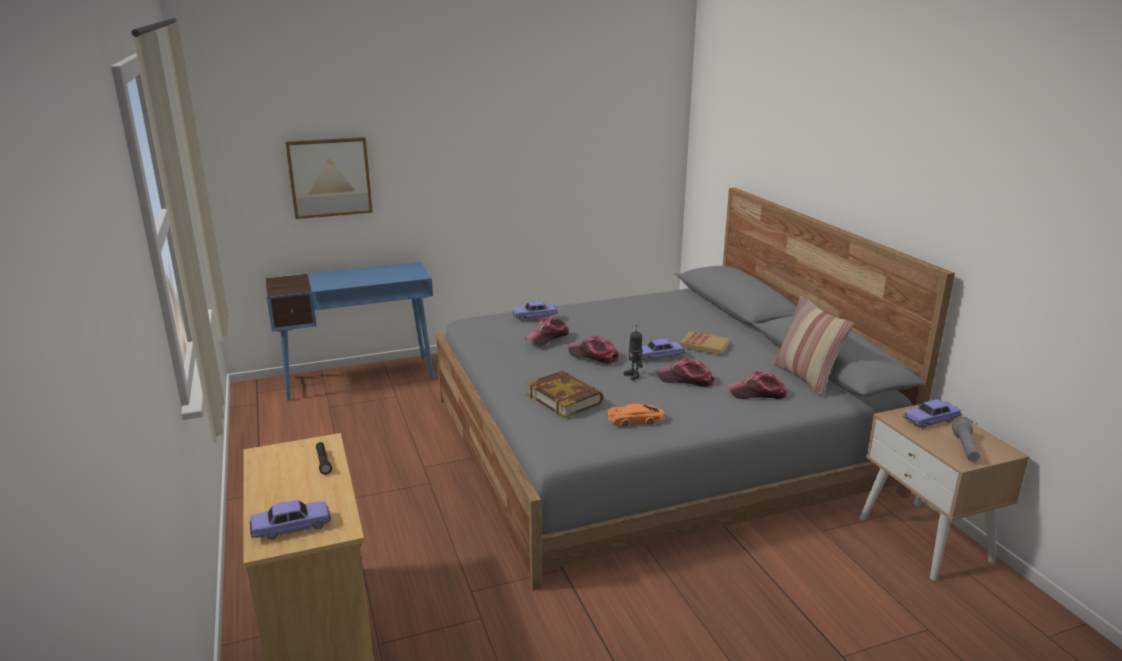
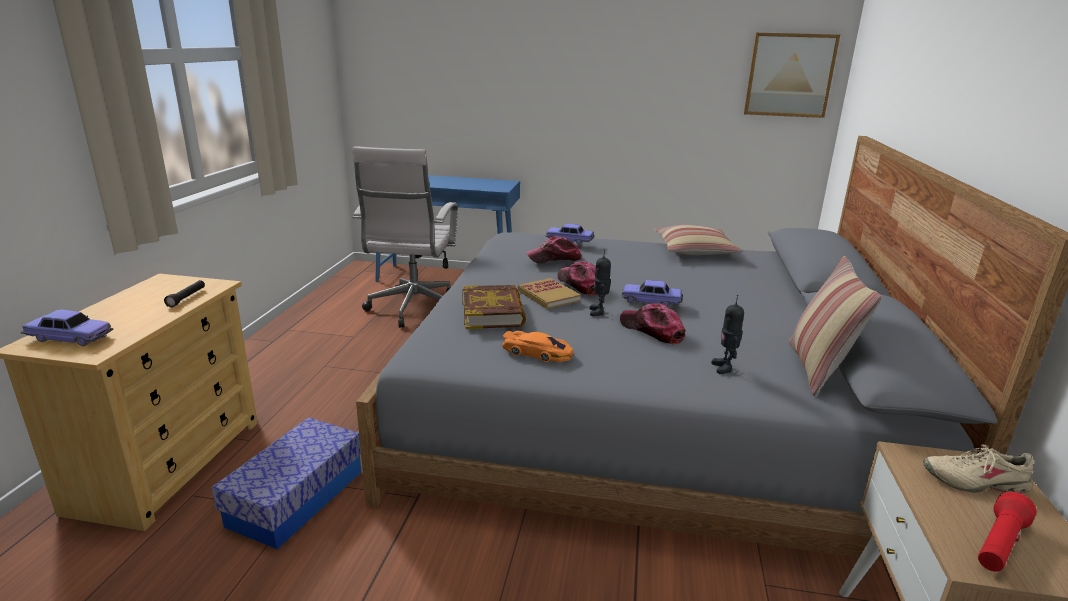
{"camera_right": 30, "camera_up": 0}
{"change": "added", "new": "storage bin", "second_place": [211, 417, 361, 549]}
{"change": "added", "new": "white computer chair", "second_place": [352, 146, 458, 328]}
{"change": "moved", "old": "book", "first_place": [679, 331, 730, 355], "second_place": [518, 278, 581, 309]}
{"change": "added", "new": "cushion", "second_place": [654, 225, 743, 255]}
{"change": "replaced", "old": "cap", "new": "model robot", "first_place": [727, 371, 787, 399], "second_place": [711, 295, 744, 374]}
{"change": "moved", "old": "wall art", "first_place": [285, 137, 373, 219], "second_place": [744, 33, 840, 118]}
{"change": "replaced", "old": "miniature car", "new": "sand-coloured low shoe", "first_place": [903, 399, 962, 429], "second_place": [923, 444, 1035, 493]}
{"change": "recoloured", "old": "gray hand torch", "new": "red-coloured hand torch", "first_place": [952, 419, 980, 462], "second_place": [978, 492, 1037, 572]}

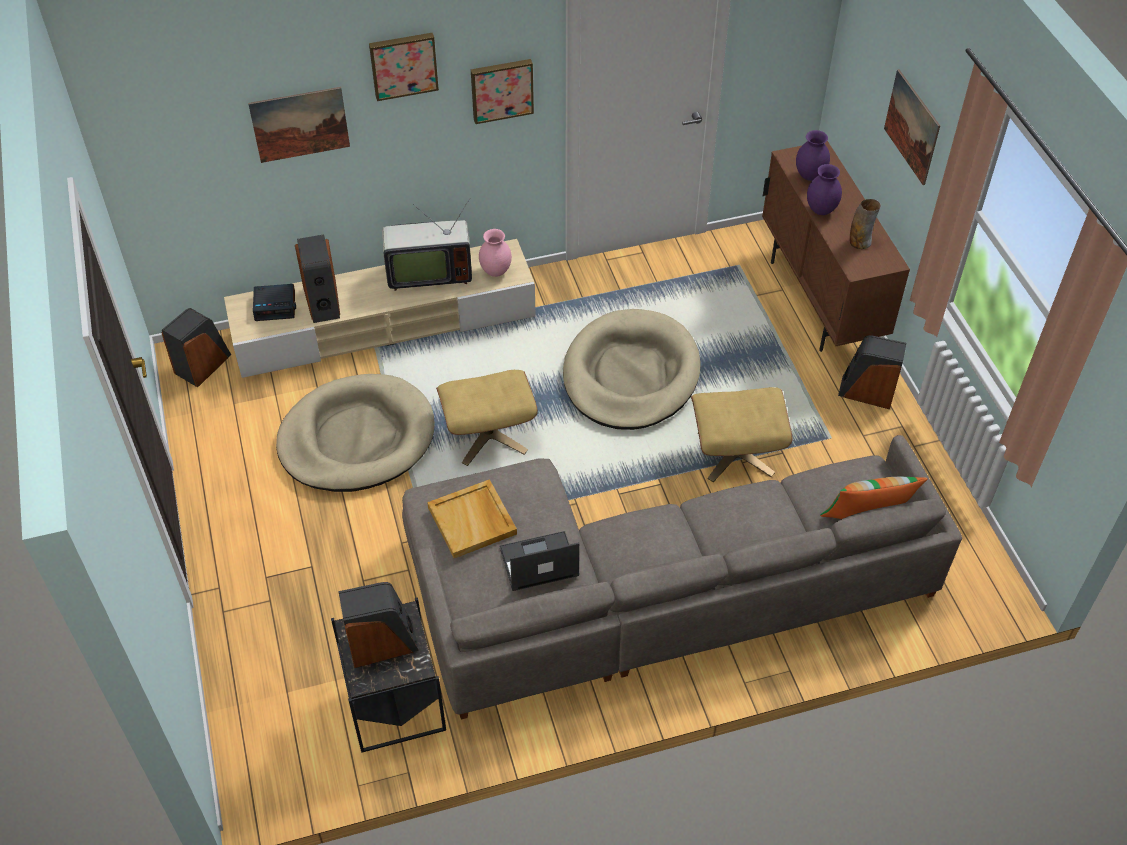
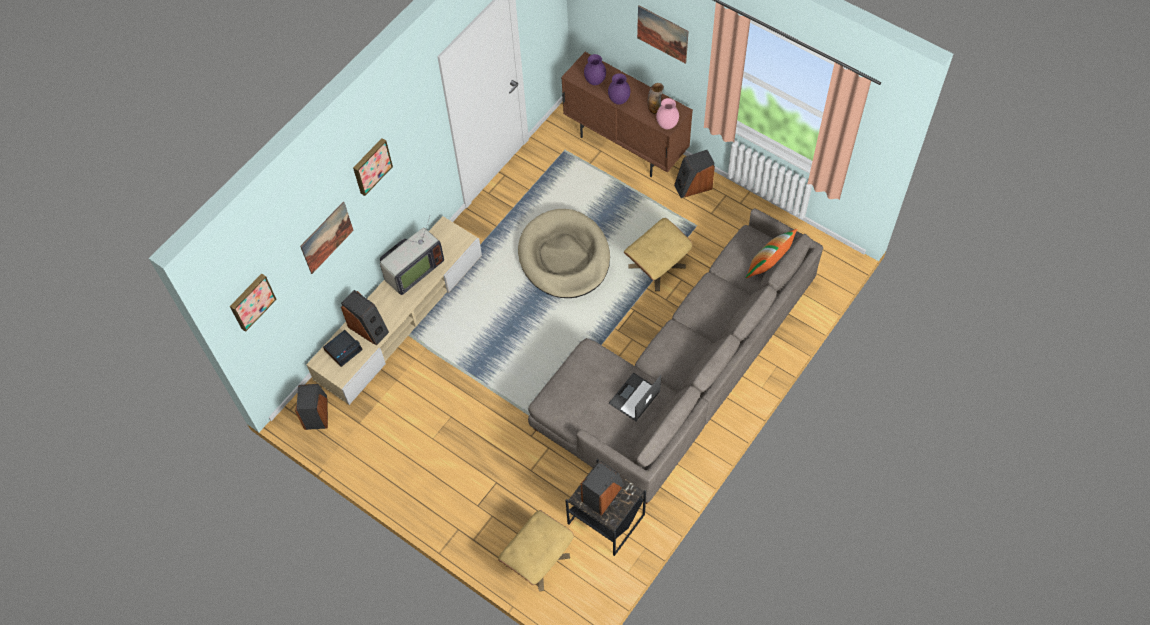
{"camera_right": -35, "camera_up": 10}
{"change": "moved", "old": "wall art", "first_place": [471, 59, 534, 124], "second_place": [230, 274, 277, 332]}
{"change": "moved", "old": "sand-coloured ottoman", "first_place": [436, 370, 538, 466], "second_place": [498, 510, 574, 591]}
{"change": "moved", "old": "pink-coloured flower vase", "first_place": [479, 229, 512, 277], "second_place": [656, 98, 679, 129]}
{"change": "removed", "old": "sand-coloured pet bed", "first_place": [276, 374, 435, 492]}
{"change": "removed", "old": "sand-coloured tray", "first_place": [427, 479, 517, 558]}

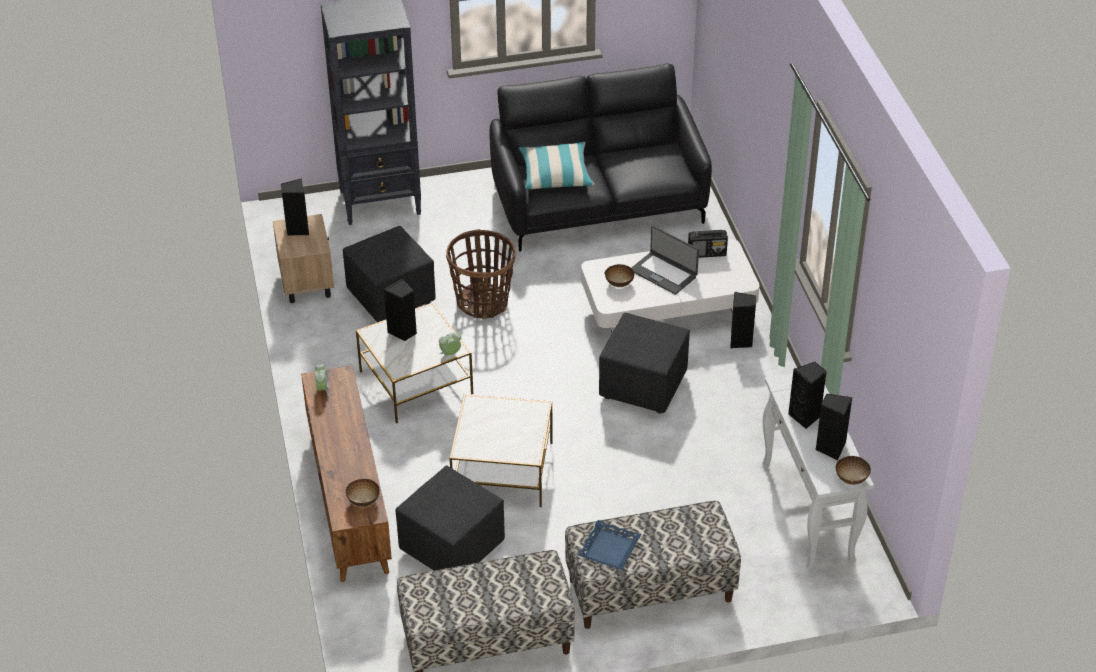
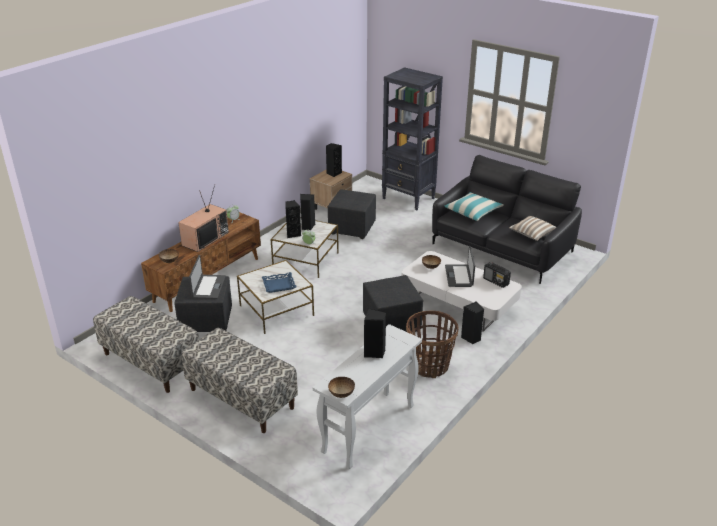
{"camera_right": 50, "camera_up": -10}
{"change": "added", "new": "TV", "second_place": [178, 184, 229, 252]}
{"change": "added", "new": "notebook computer", "second_place": [189, 255, 226, 299]}
{"change": "moved", "old": "blue-coloured tray", "first_place": [578, 520, 642, 570], "second_place": [262, 272, 297, 293]}
{"change": "moved", "old": "blackish audio speaker", "first_place": [815, 394, 852, 460], "second_place": [285, 200, 301, 238]}
{"change": "moved", "old": "basket", "first_place": [446, 229, 515, 319], "second_place": [406, 311, 458, 378]}
{"change": "added", "new": "cushion", "second_place": [509, 216, 556, 241]}

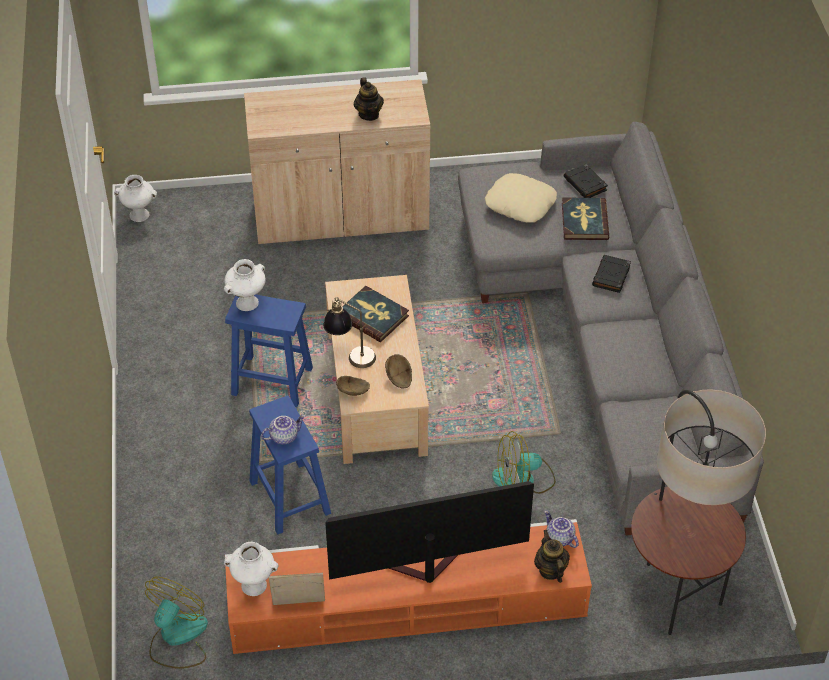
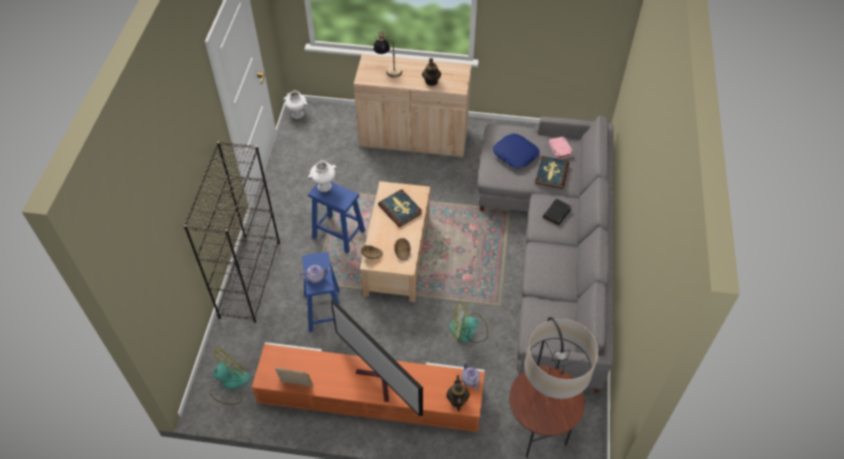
{"camera_right": 15, "camera_up": 5}
{"change": "added", "new": "blackish bookshelf", "second_place": [184, 141, 280, 323]}
{"change": "turned", "old": "TV", "first_place": [325, 481, 534, 583], "second_place": [331, 299, 423, 416], "degrees": -135}
{"change": "moved", "old": "lamp for a table", "first_place": [323, 297, 376, 368], "second_place": [373, 30, 402, 78]}
{"change": "recoloured", "old": "sand-coloured cushion", "new": "blue-coloured cushion", "first_place": [485, 173, 557, 222], "second_place": [493, 134, 540, 168]}
{"change": "recoloured", "old": "blackish book", "new": "pink-coloured book", "first_place": [563, 164, 608, 198], "second_place": [548, 136, 574, 159]}
{"change": "removed", "old": "white flower vase", "first_place": [224, 542, 278, 596]}

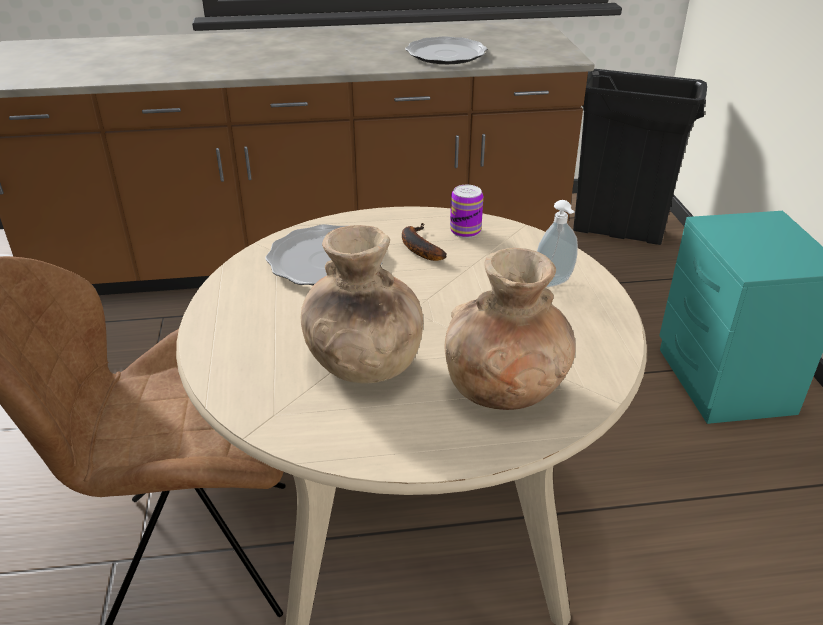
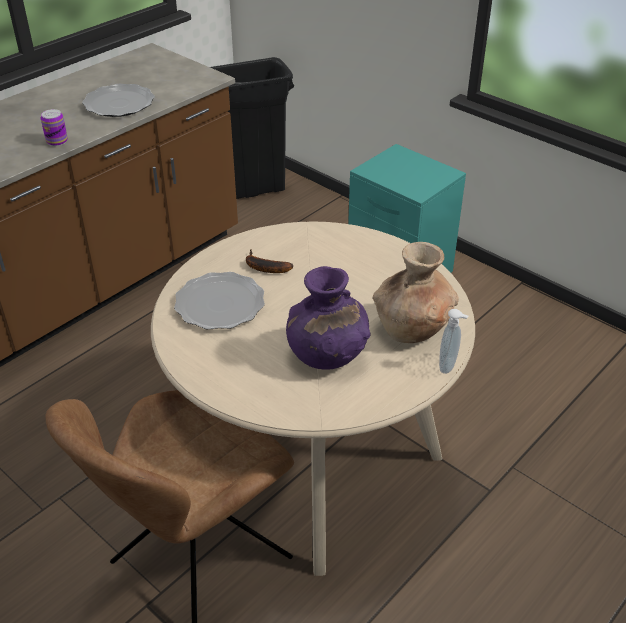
{"camera_right": -40, "camera_up": 5}
{"change": "moved", "old": "sealed can", "first_place": [450, 185, 483, 238], "second_place": [41, 109, 68, 146]}
{"change": "recoloured", "old": "brown-coloured flower vase", "new": "purple-coloured flower vase", "first_place": [301, 225, 423, 384], "second_place": [286, 266, 371, 370]}
{"change": "moved", "old": "soap bottle", "first_place": [537, 200, 578, 287], "second_place": [439, 309, 468, 374]}

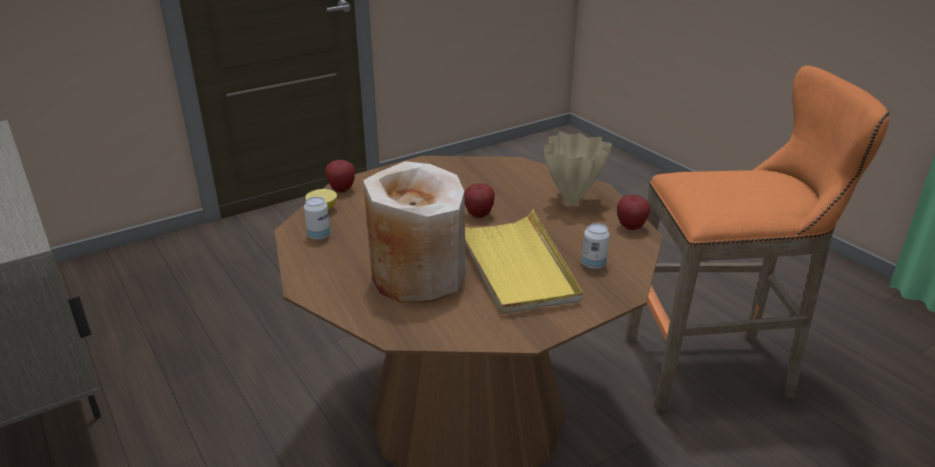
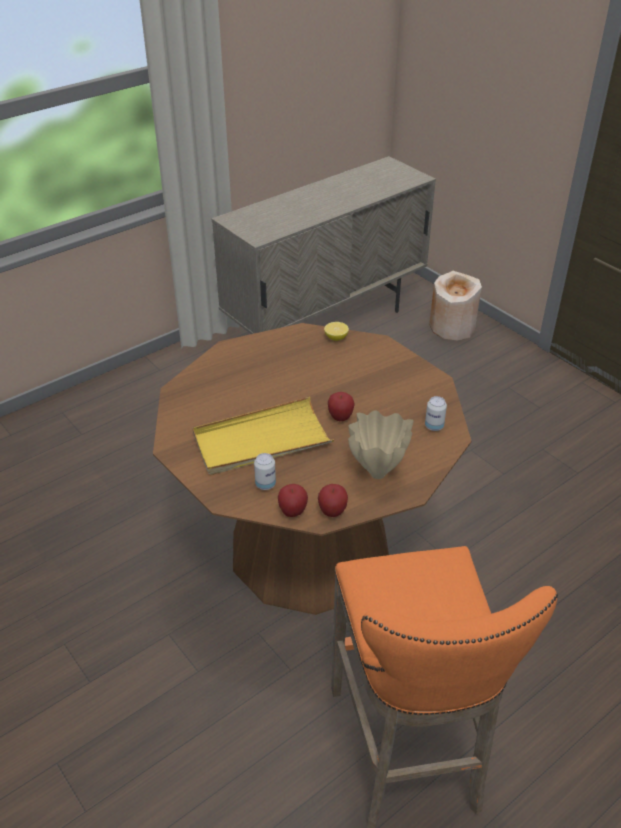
{"camera_right": 85, "camera_up": 10}
{"change": "moved", "old": "apple", "first_place": [325, 160, 355, 193], "second_place": [278, 484, 308, 517]}
{"change": "moved", "old": "sealed can", "first_place": [304, 197, 330, 240], "second_place": [425, 396, 447, 431]}
{"change": "moved", "old": "sand-coloured flower vase", "first_place": [363, 161, 466, 304], "second_place": [429, 271, 482, 341]}

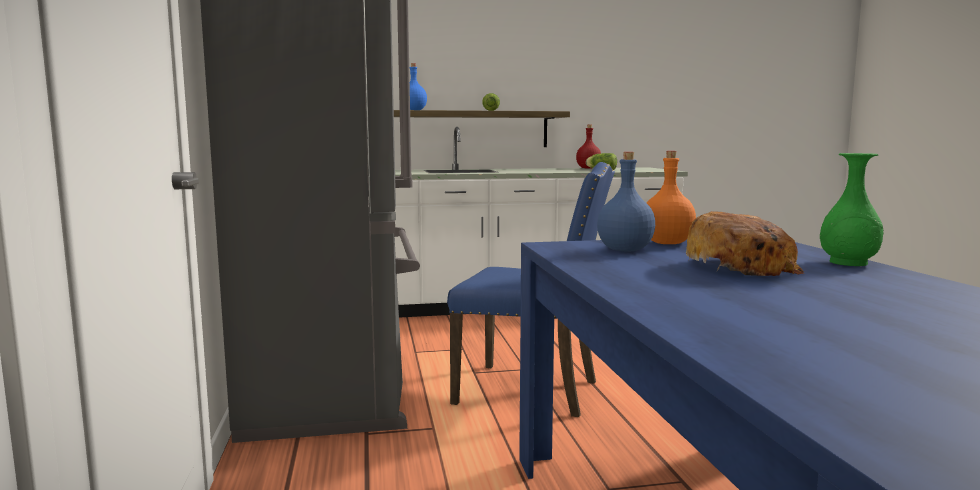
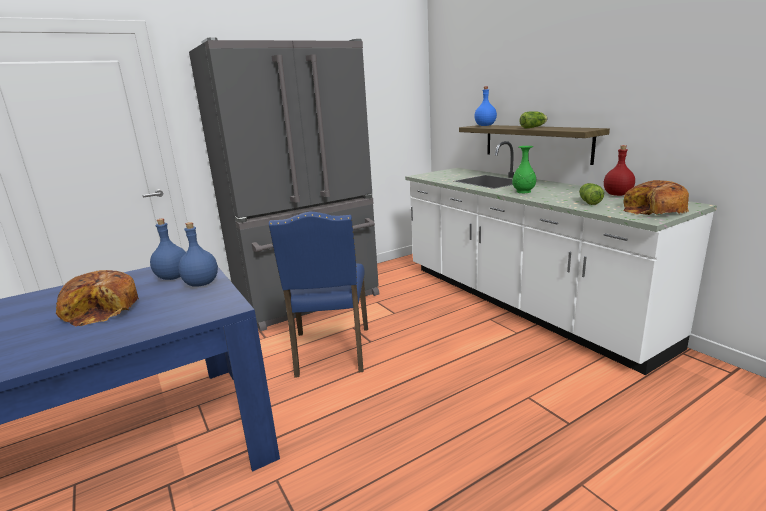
{"camera_right": 70, "camera_up": 10}
{"change": "recoloured", "old": "orangey drink bottle", "new": "blue-coloured drink bottle", "first_place": [647, 151, 696, 244], "second_place": [178, 222, 218, 287]}
{"change": "moved", "old": "green-coloured flower vase", "first_place": [820, 153, 883, 266], "second_place": [512, 146, 536, 193]}
{"change": "added", "new": "bakery bread", "second_place": [623, 180, 689, 215]}

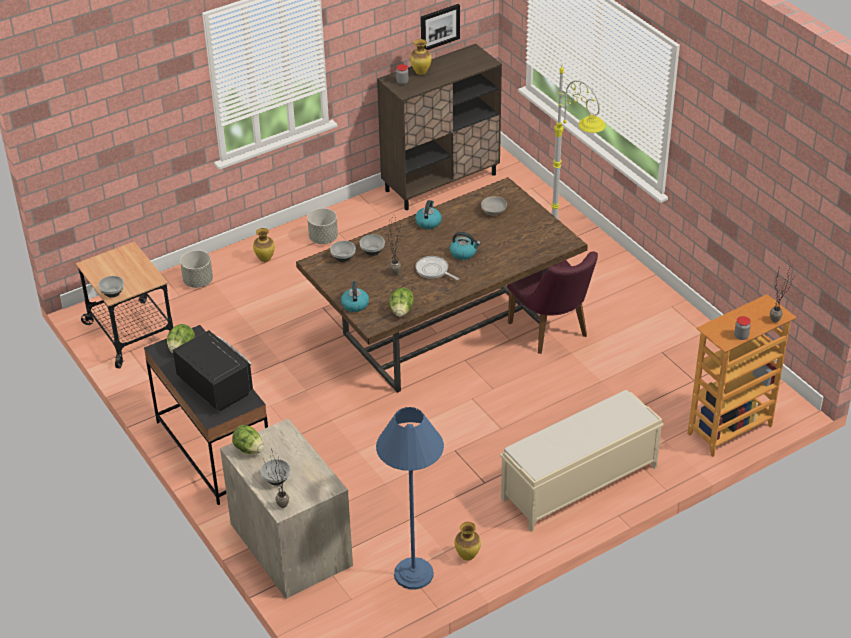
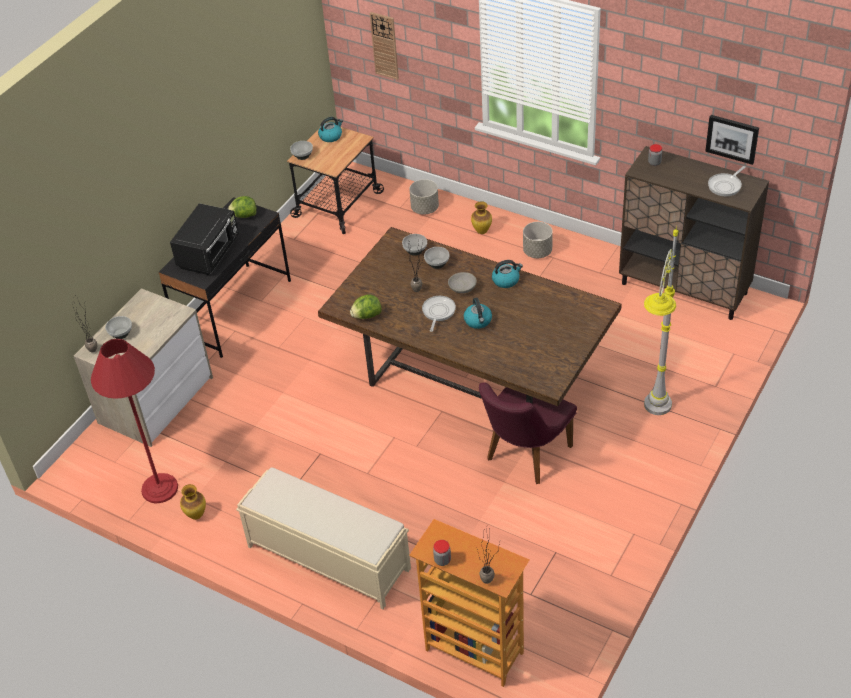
{"camera_right": 65, "camera_up": 5}
{"change": "recoloured", "old": "blue-coloured standing lamp", "new": "red-coloured standing lamp", "first_place": [376, 407, 444, 589], "second_place": [91, 338, 178, 503]}
{"change": "moved", "old": "tea kettle", "first_place": [341, 281, 369, 312], "second_place": [318, 117, 343, 142]}
{"change": "added", "new": "clock on the wall", "second_place": [370, 12, 399, 80]}
{"change": "moved", "old": "gray serving bowl", "first_place": [481, 196, 507, 216], "second_place": [448, 272, 477, 293]}
{"change": "added", "new": "skillet", "second_place": [708, 166, 746, 196]}
{"change": "removed", "old": "lettuce head", "first_place": [232, 425, 264, 454]}
{"change": "removed", "old": "flower vase", "first_place": [410, 39, 432, 75]}

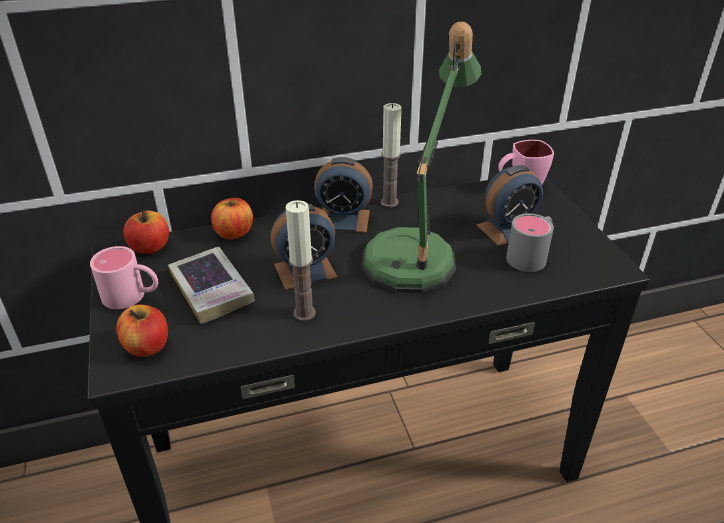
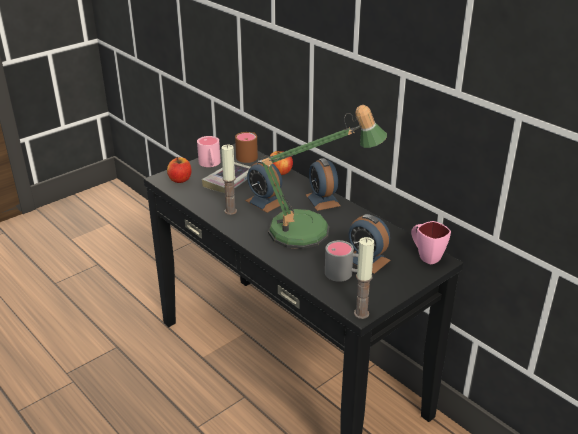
{"camera_right": 65, "camera_up": -5}
{"change": "replaced", "old": "apple", "new": "brown-coloured coffee mug", "first_place": [123, 210, 169, 254], "second_place": [235, 132, 258, 163]}
{"change": "moved", "old": "wax light", "first_place": [381, 103, 402, 207], "second_place": [354, 237, 374, 319]}

